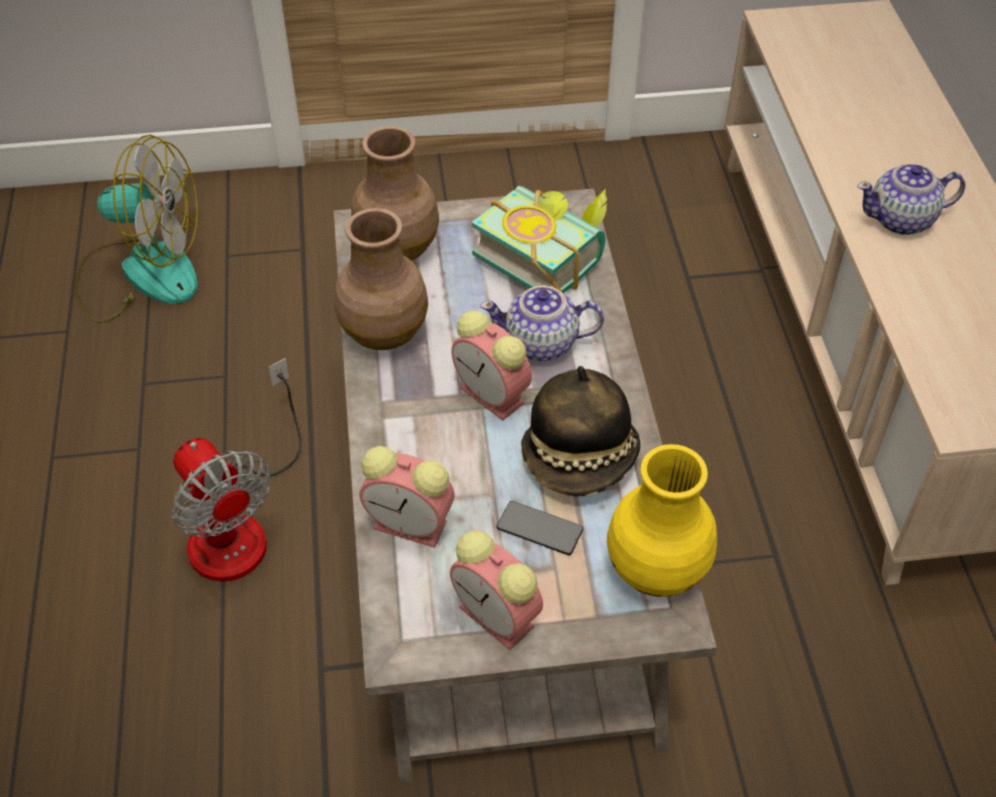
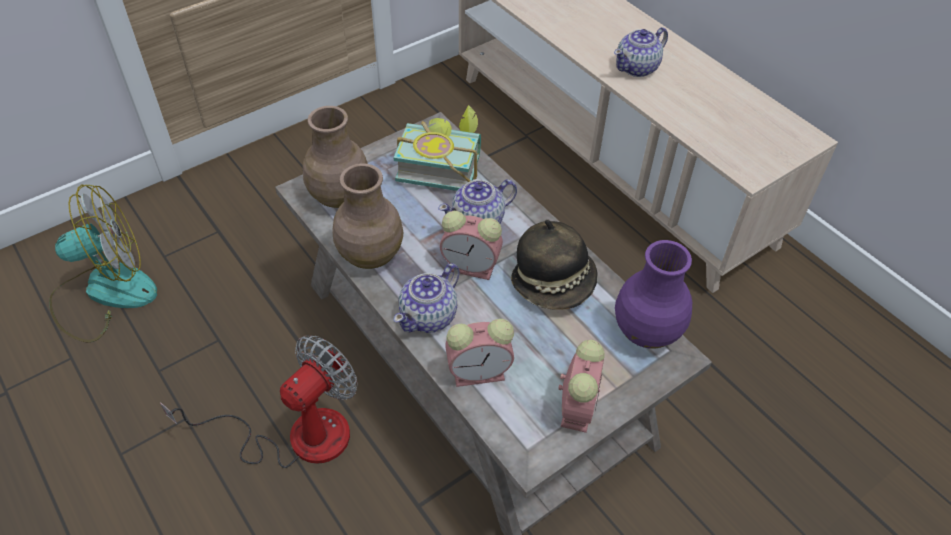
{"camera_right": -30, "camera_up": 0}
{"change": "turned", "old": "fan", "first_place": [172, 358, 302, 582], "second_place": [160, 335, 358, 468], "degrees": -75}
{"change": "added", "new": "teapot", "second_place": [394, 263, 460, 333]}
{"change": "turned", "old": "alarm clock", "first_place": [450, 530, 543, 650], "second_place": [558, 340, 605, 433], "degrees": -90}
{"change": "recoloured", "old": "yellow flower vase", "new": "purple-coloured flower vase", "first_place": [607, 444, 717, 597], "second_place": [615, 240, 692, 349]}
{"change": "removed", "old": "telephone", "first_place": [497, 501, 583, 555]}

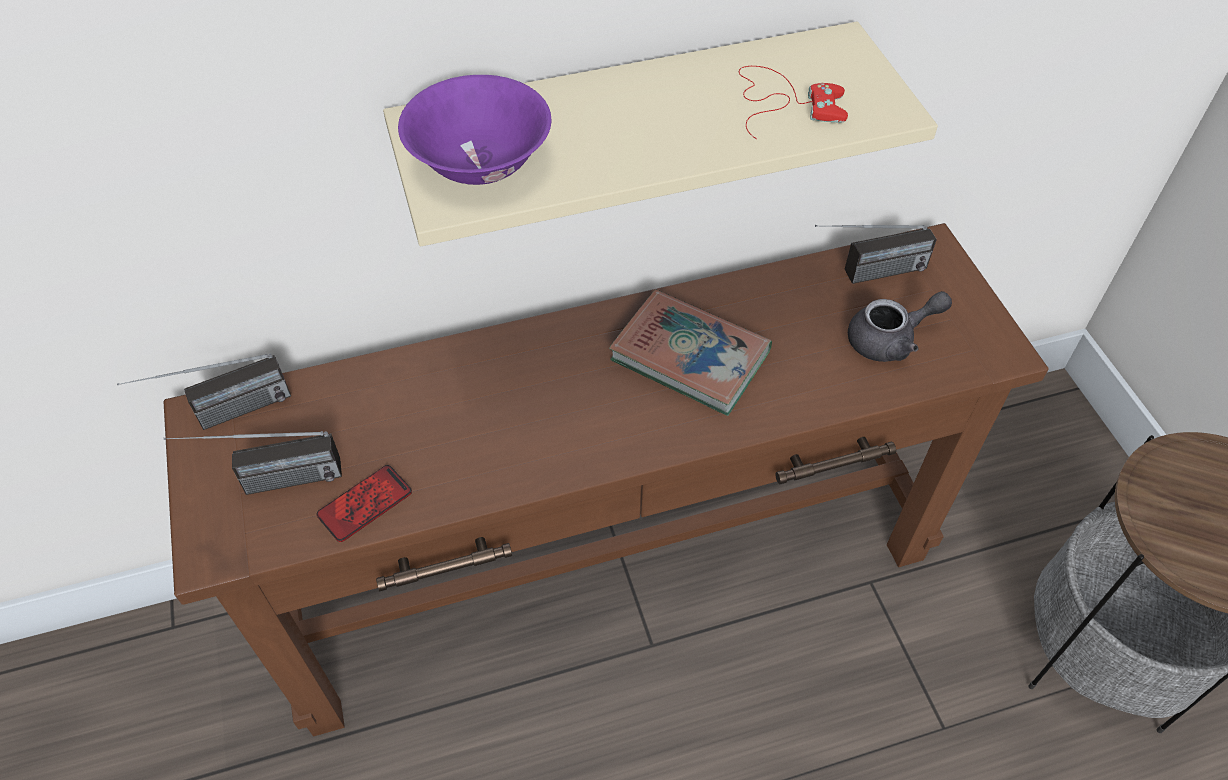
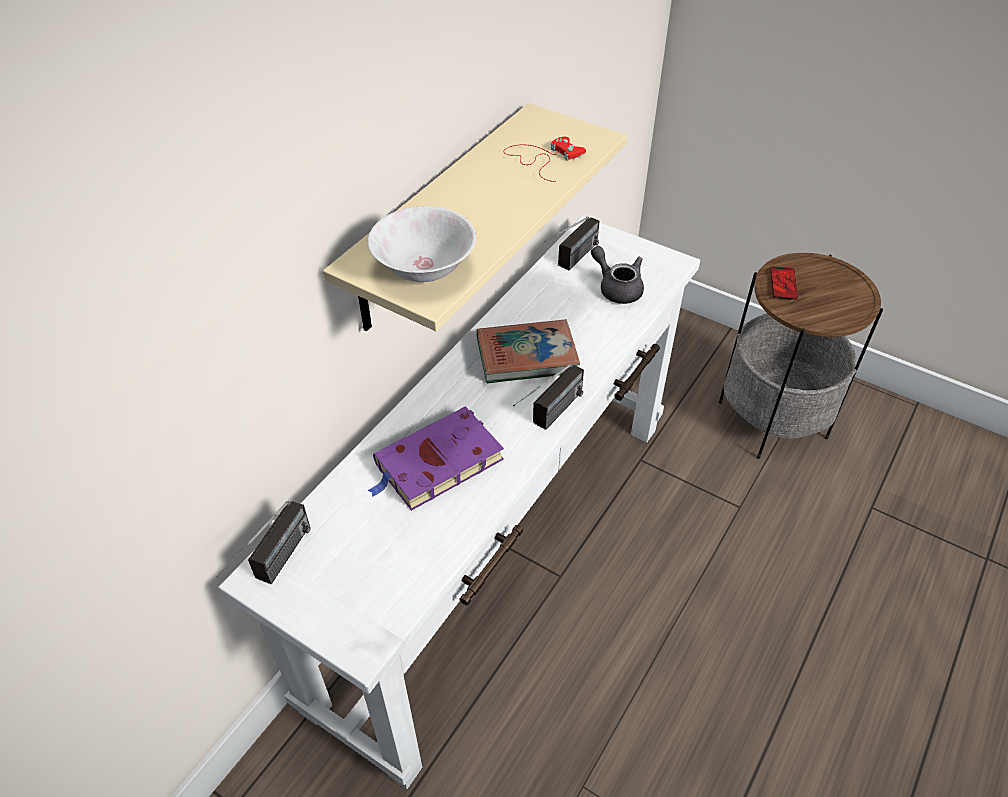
{"camera_right": -40, "camera_up": -5}
{"change": "recoloured", "old": "brown-coloured narrow table", "new": "white narrow table", "first_place": [164, 223, 1049, 736], "second_place": [218, 216, 700, 789]}
{"change": "added", "new": "purple-coloured book", "second_place": [367, 406, 504, 511]}
{"change": "recoloured", "old": "purple-coloured serving bowl", "new": "white serving bowl", "first_place": [398, 75, 551, 185], "second_place": [368, 206, 476, 282]}
{"change": "moved", "old": "radio receiver", "first_place": [164, 431, 342, 495], "second_place": [513, 364, 584, 430]}
{"change": "turned", "old": "gray teapot", "first_place": [848, 291, 952, 362], "second_place": [591, 246, 644, 304], "degrees": -75}
{"change": "moved", "old": "telephone", "first_place": [317, 465, 412, 542], "second_place": [770, 266, 798, 300]}

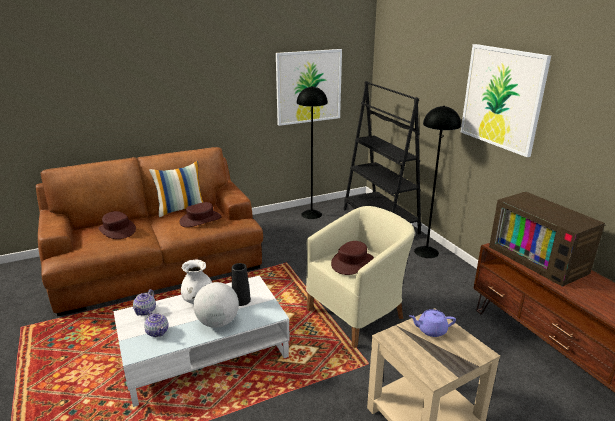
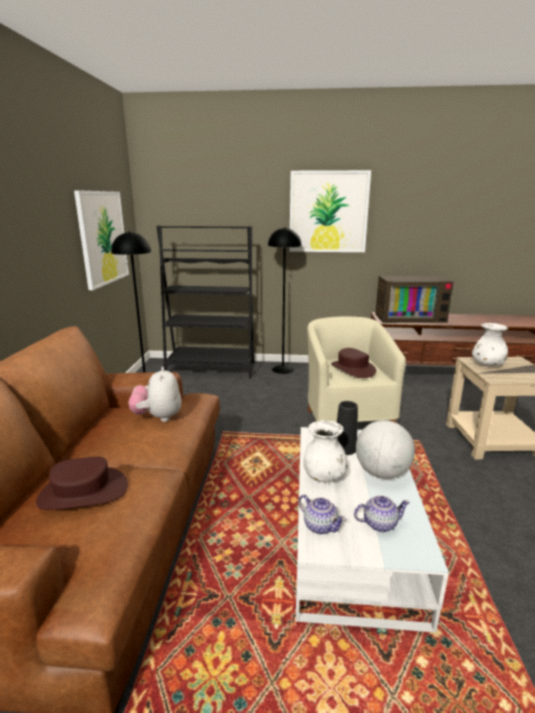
{"camera_right": -60, "camera_up": -5}
{"change": "replaced", "old": "brown-coloured clothing hat", "new": "plush toy", "first_place": [180, 202, 222, 227], "second_place": [129, 367, 181, 422]}
{"change": "replaced", "old": "purple-coloured teapot", "new": "white flower vase", "first_place": [409, 309, 456, 337], "second_place": [472, 323, 508, 366]}
{"change": "removed", "old": "cushion", "first_place": [149, 161, 203, 217]}

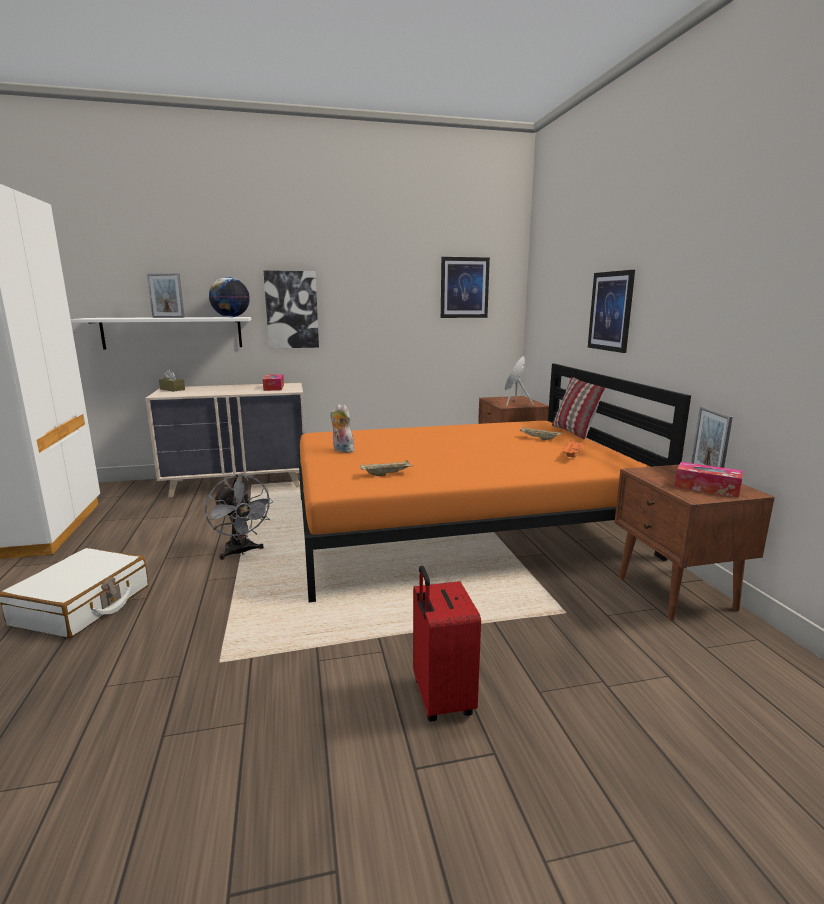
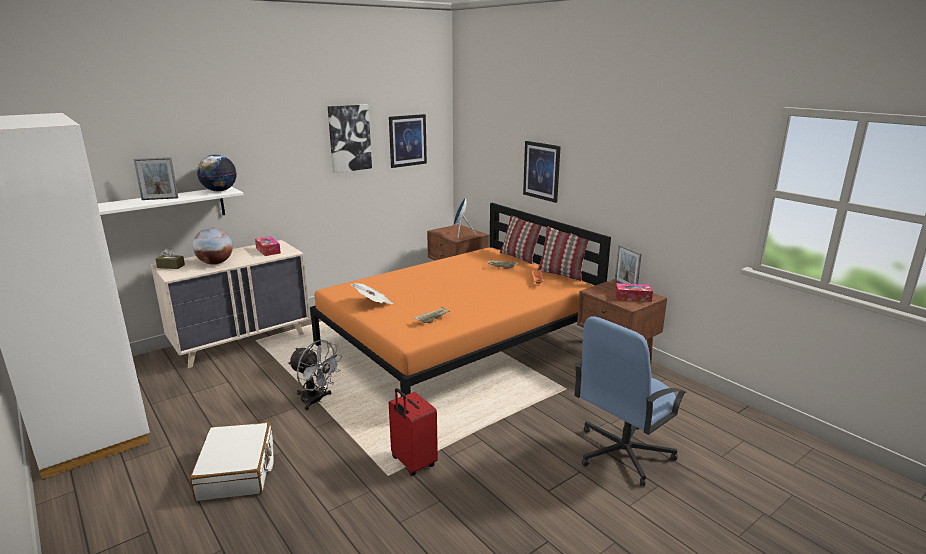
{"camera_right": -25, "camera_up": 5}
{"change": "added", "new": "world globe", "second_place": [193, 228, 233, 265]}
{"change": "moved", "old": "wall art", "first_place": [263, 270, 319, 348], "second_place": [328, 104, 372, 173]}
{"change": "replaced", "old": "plush toy", "new": "newspaper", "first_place": [330, 404, 354, 453], "second_place": [351, 283, 393, 304]}
{"change": "moved", "old": "red-coloured piece of luggage", "first_place": [413, 566, 481, 721], "second_place": [389, 388, 438, 476]}
{"change": "added", "new": "cushion", "second_place": [537, 226, 589, 281]}
{"change": "added", "new": "blue-coloured computer chair", "second_place": [574, 316, 687, 486]}

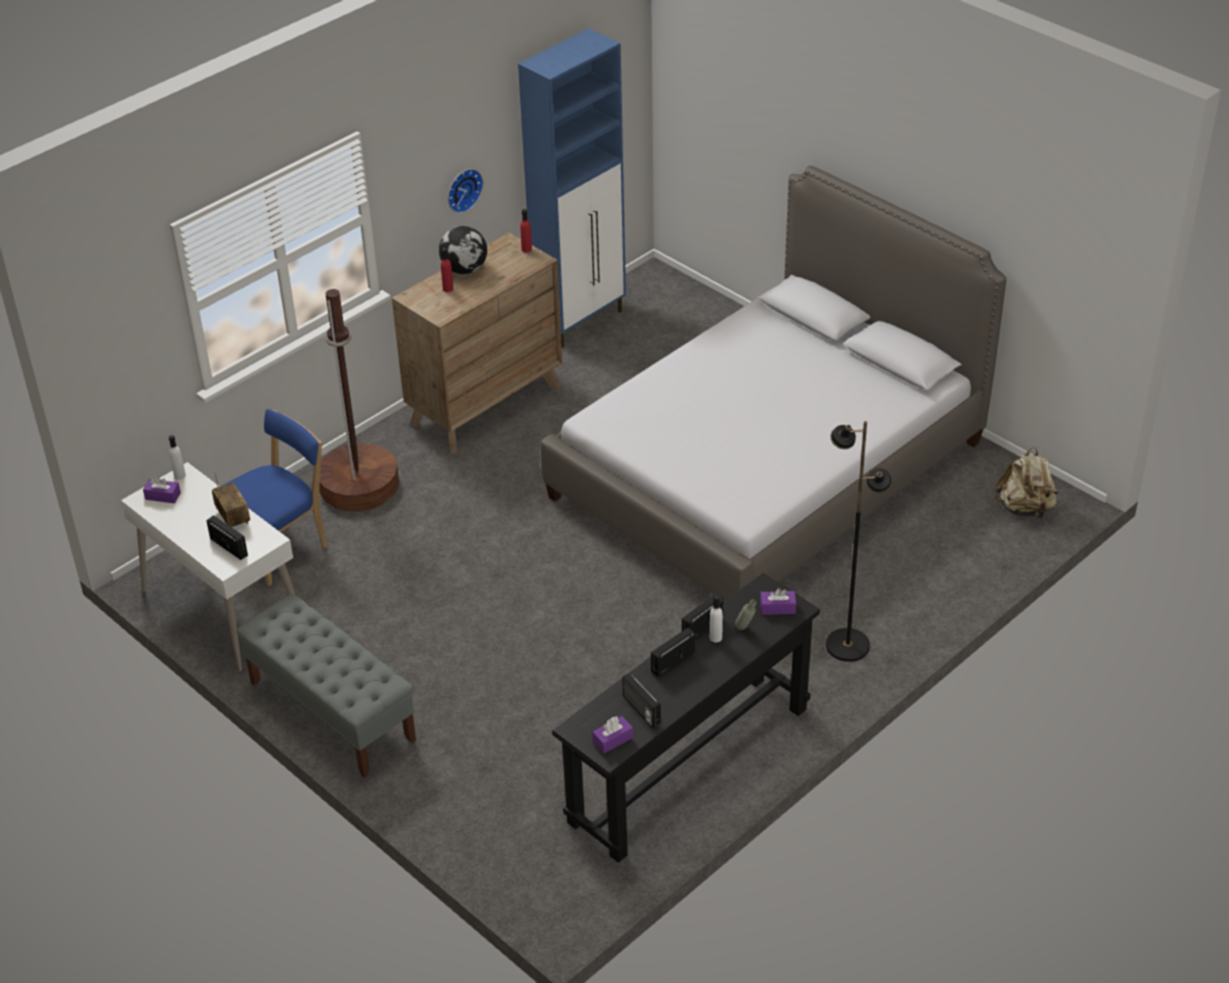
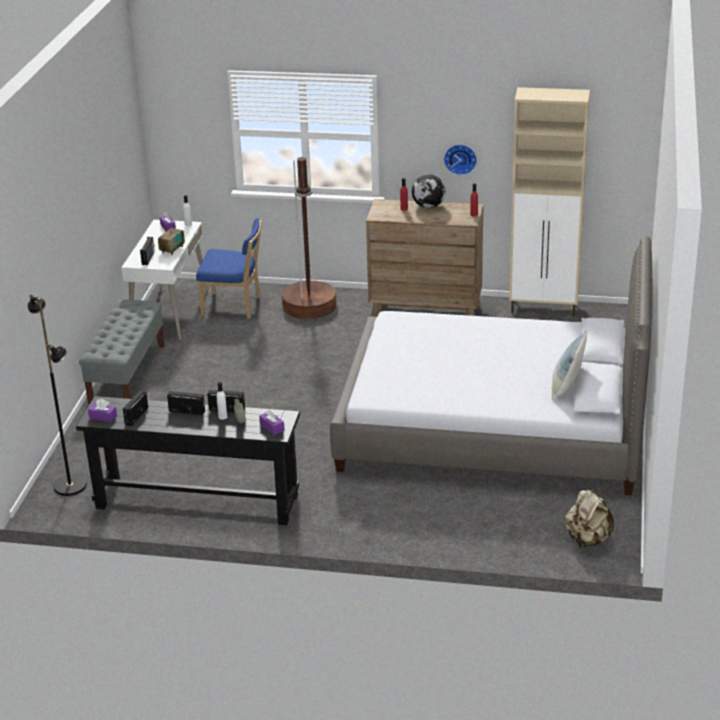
{"camera_right": 55, "camera_up": -10}
{"change": "moved", "old": "blackish standing lamp", "first_place": [826, 421, 892, 662], "second_place": [28, 295, 87, 496]}
{"change": "recoloured", "old": "blue-coloured storage cabinet", "new": "sand-coloured storage cabinet", "first_place": [518, 28, 626, 348], "second_place": [509, 87, 590, 317]}
{"change": "added", "new": "cushion", "second_place": [552, 330, 587, 400]}

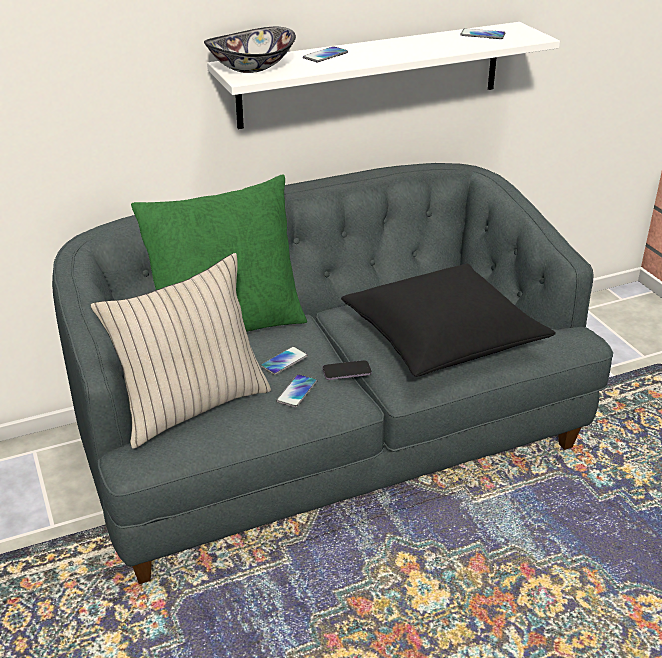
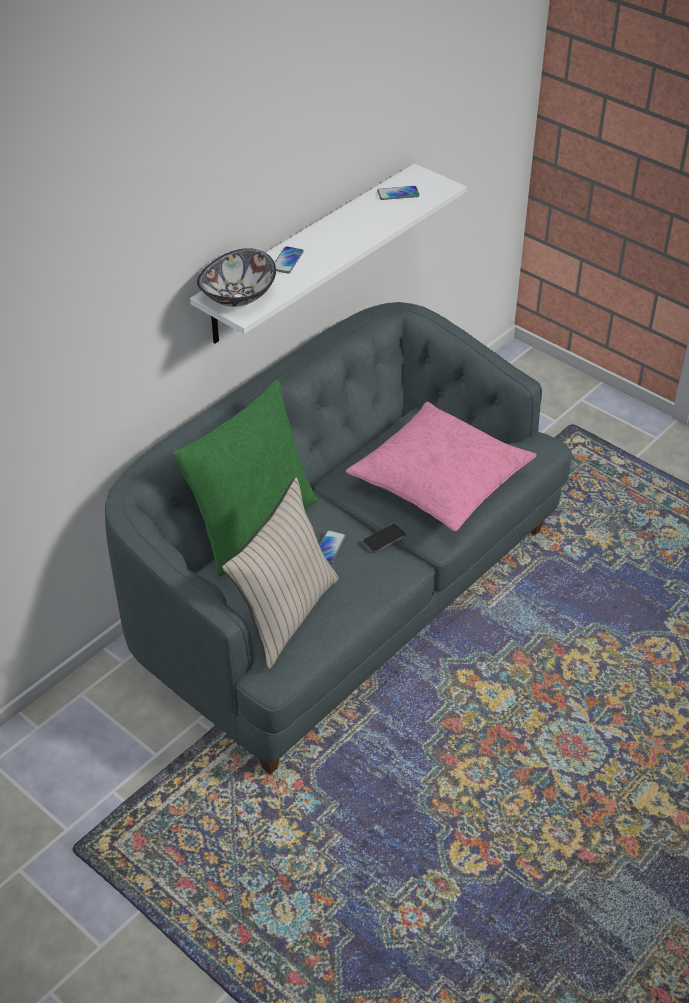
{"camera_right": -25, "camera_up": 10}
{"change": "recoloured", "old": "blackish cushion", "new": "pink-coloured cushion", "first_place": [341, 263, 556, 377], "second_place": [346, 402, 537, 531]}
{"change": "removed", "old": "telephone", "first_place": [276, 374, 317, 408]}

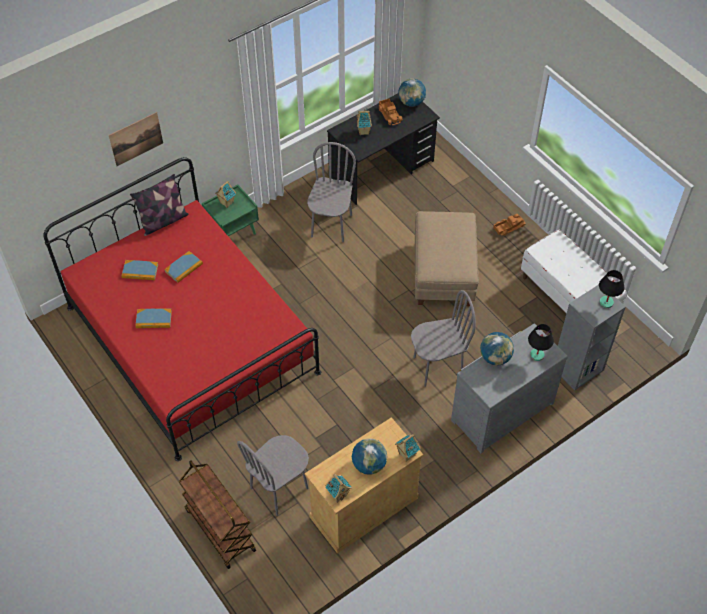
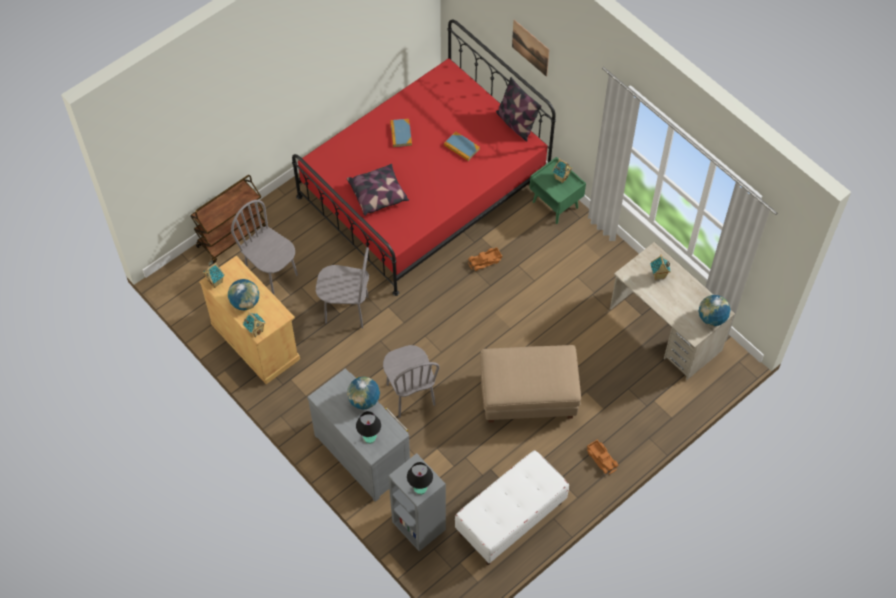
{"camera_right": 85, "camera_up": 5}
{"change": "moved", "old": "gray plain chair", "first_place": [307, 142, 356, 242], "second_place": [316, 247, 369, 328]}
{"change": "added", "new": "cushion", "second_place": [347, 164, 409, 216]}
{"change": "moved", "old": "model truck", "first_place": [379, 99, 403, 125], "second_place": [468, 247, 502, 271]}
{"change": "recoloured", "old": "blackish desk table", "new": "sand-coloured desk table", "first_place": [327, 93, 440, 205], "second_place": [610, 242, 735, 380]}
{"change": "removed", "old": "book", "first_place": [122, 260, 158, 280]}

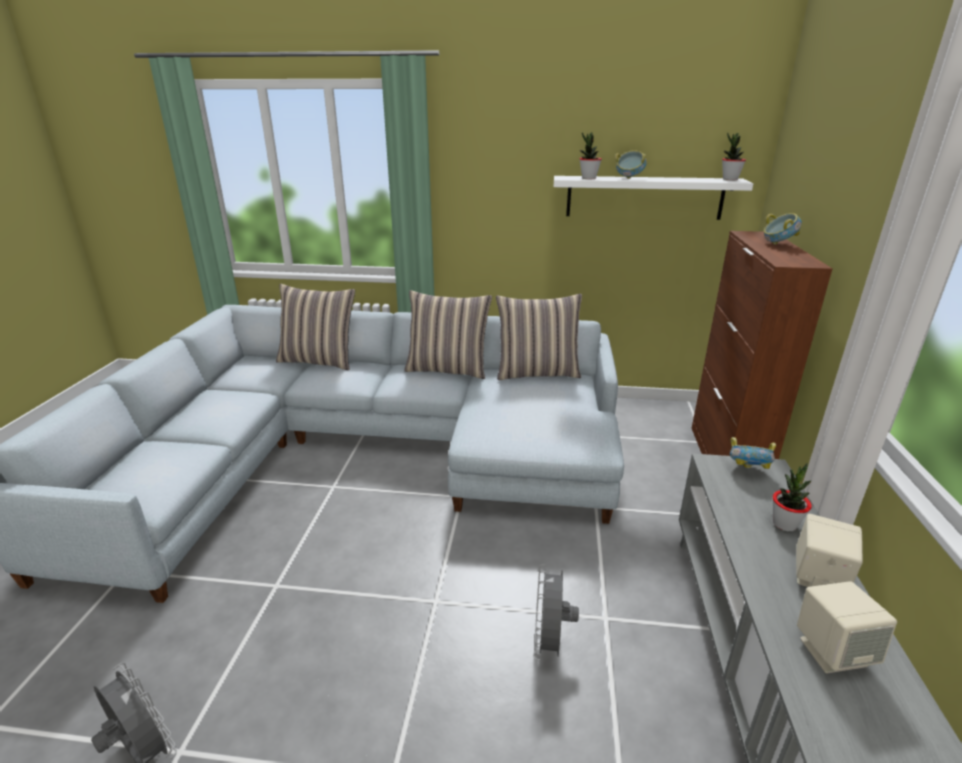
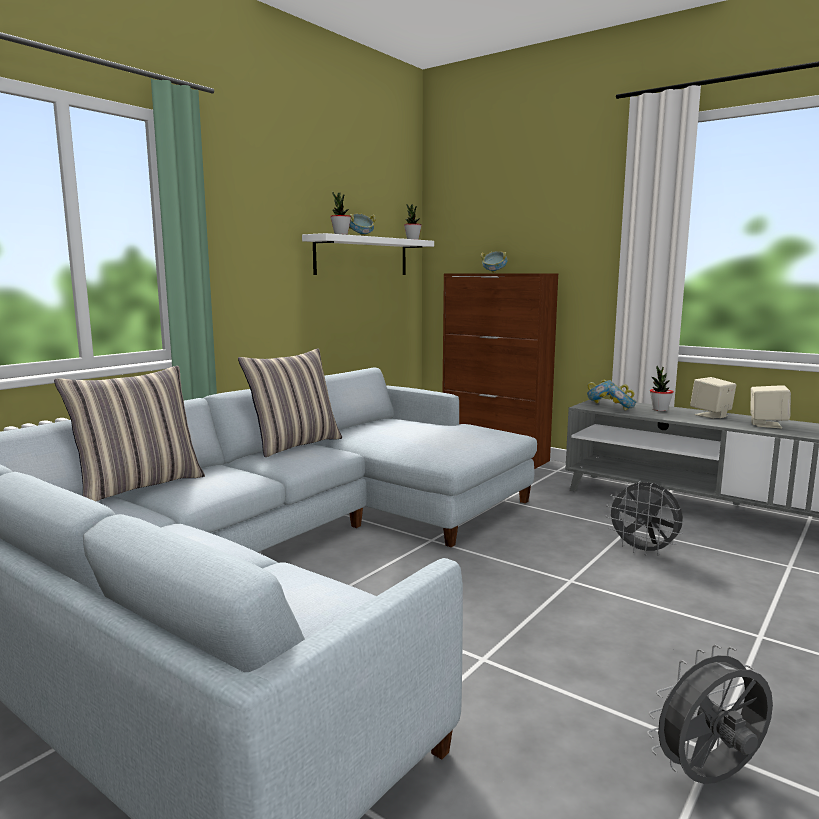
{"camera_right": -60, "camera_up": -15}
{"change": "added", "new": "serving bowl", "second_place": [609, 384, 637, 411]}
{"change": "removed", "old": "cushion", "first_place": [496, 294, 582, 380]}

